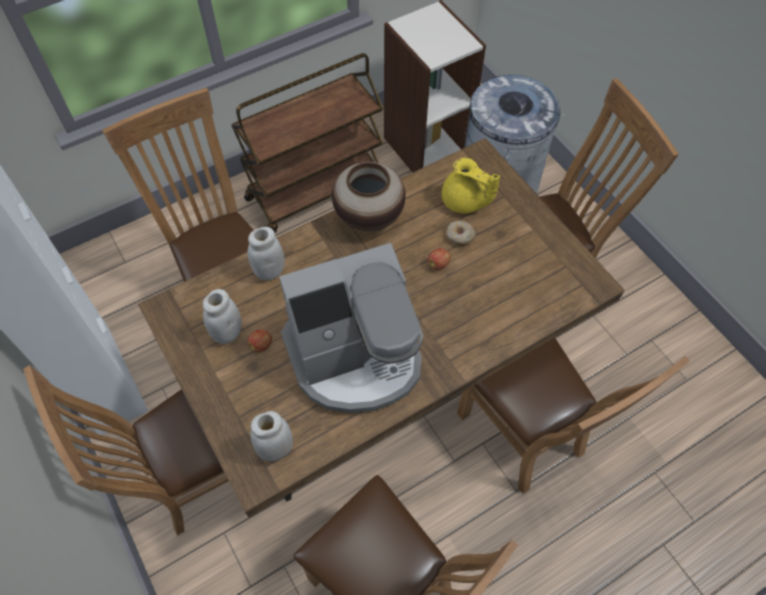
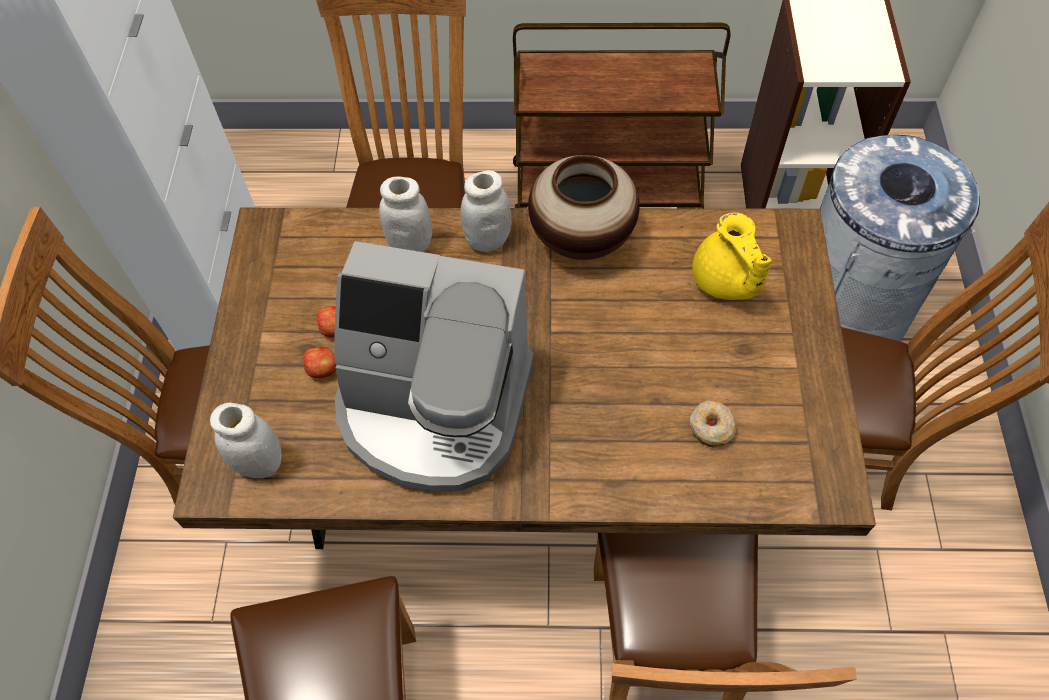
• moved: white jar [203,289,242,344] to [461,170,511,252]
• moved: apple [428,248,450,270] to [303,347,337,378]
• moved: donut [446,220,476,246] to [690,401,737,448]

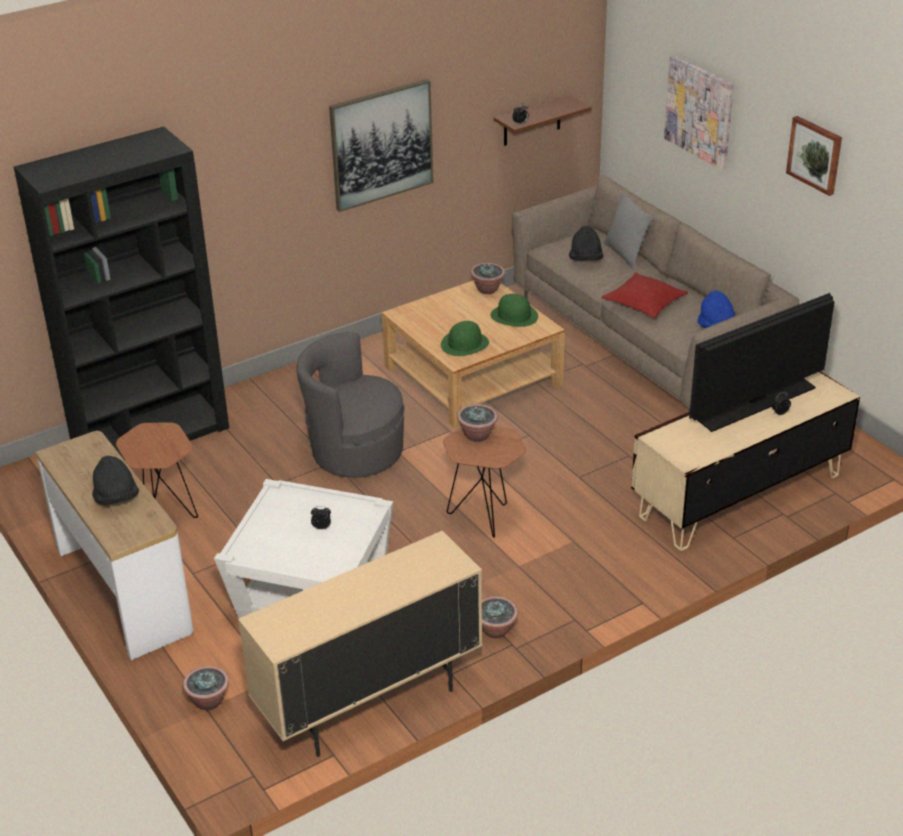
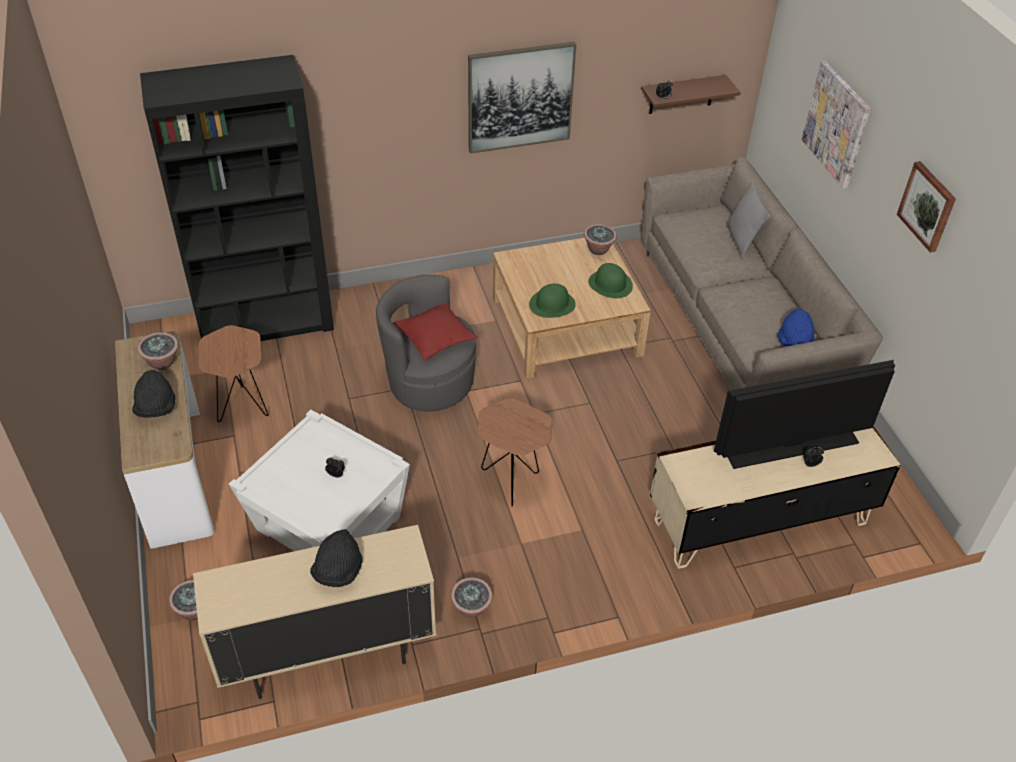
• moved: potted plant [457,404,498,442] to [137,332,178,370]
• moved: black hat [569,226,604,260] to [310,529,363,587]
• moved: red pillow [602,272,688,318] to [393,304,477,361]

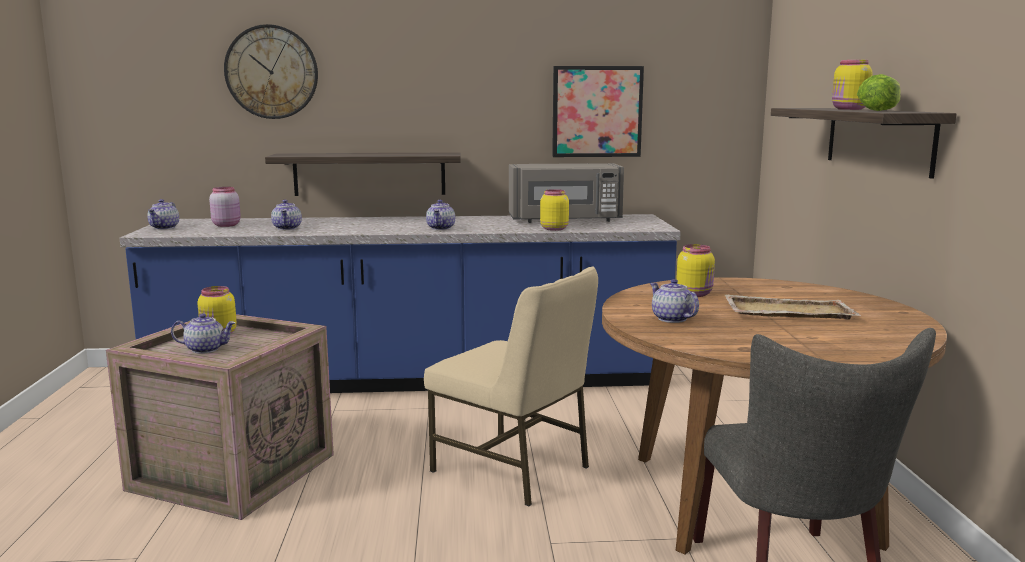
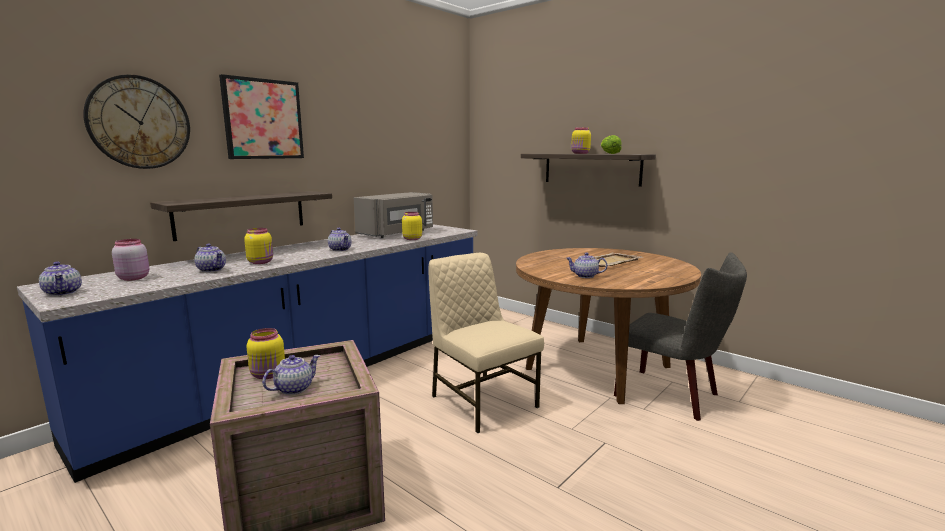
• moved: picture [552,66,644,157] to [219,74,304,159]
• moved: yellow jar [676,244,715,297] to [244,228,273,264]
• turned: beige chair [424,267,598,506] = [428,253,544,434] 120 degrees counterclockwise

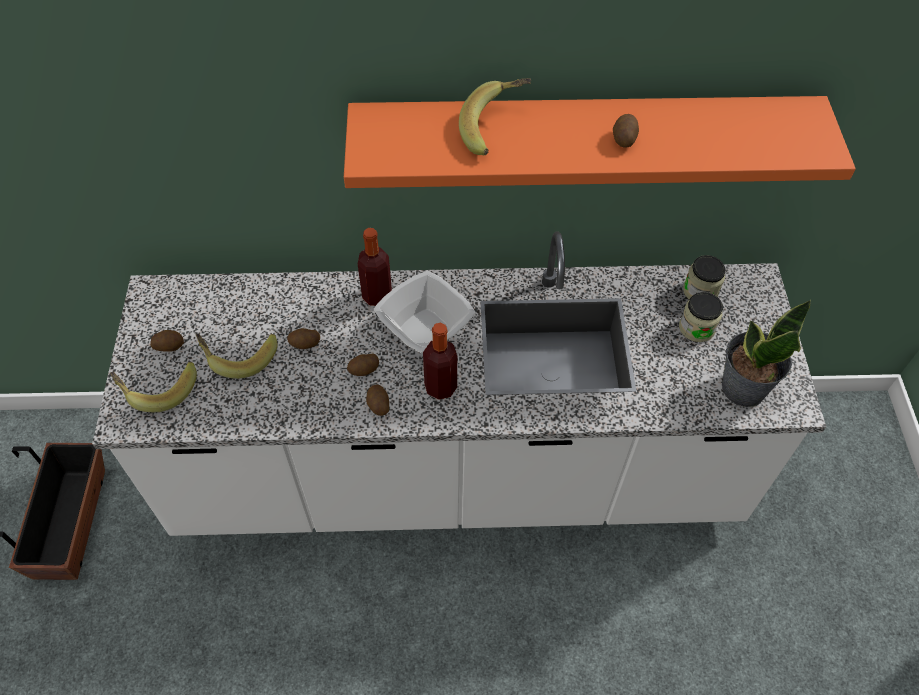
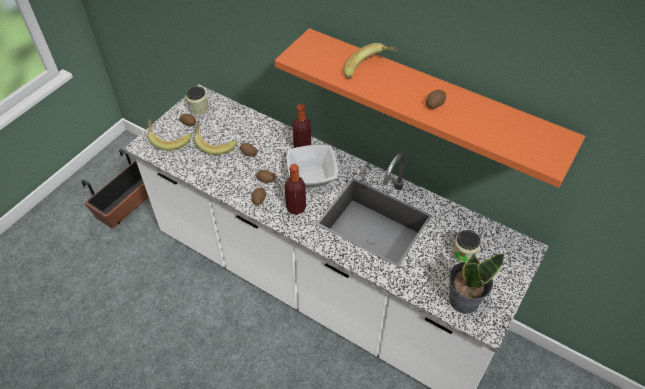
• moved: jar [683,255,726,300] to [186,86,209,115]

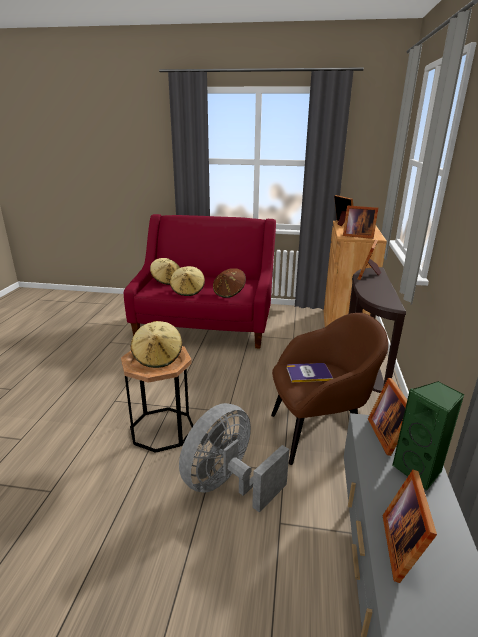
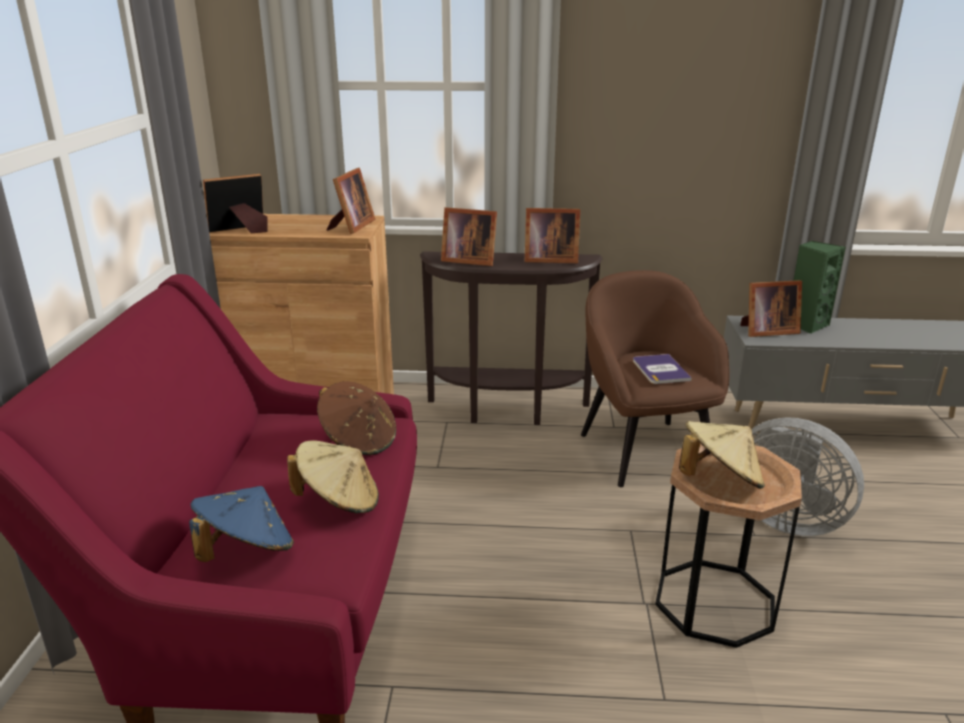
• moved: picture frame [383,470,437,583] to [525,208,580,263]
• recoloured: beige hat [150,258,180,285] to blue hat [189,486,294,562]

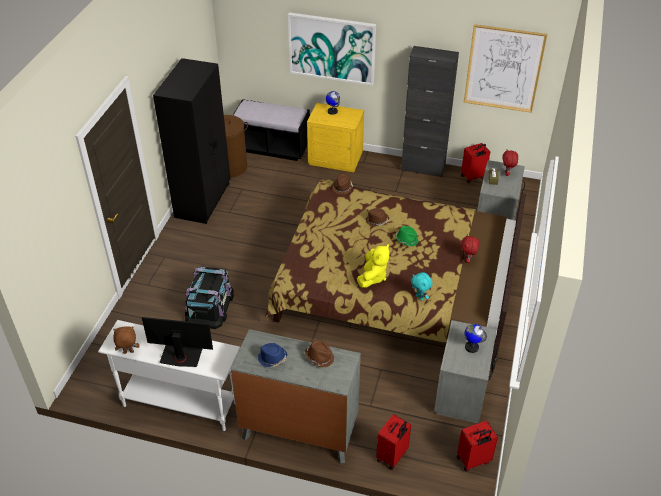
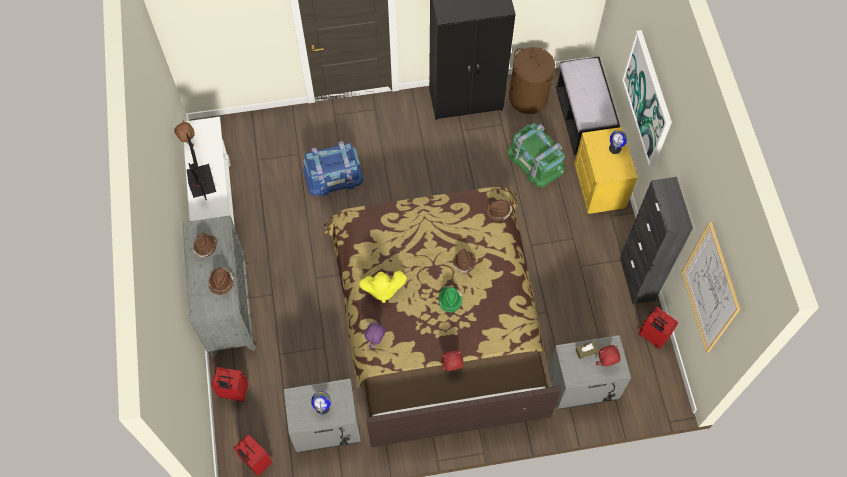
• added: green storage box [508,122,565,187]
• recoloured: black storage box [185,266,234,329] to blue storage box [303,141,364,196]
• recoloured: blue hat [258,343,287,367] to brown hat [193,233,217,257]
• recoloured: turquoise plush toy [411,272,432,300] to purple plush toy [364,321,386,349]

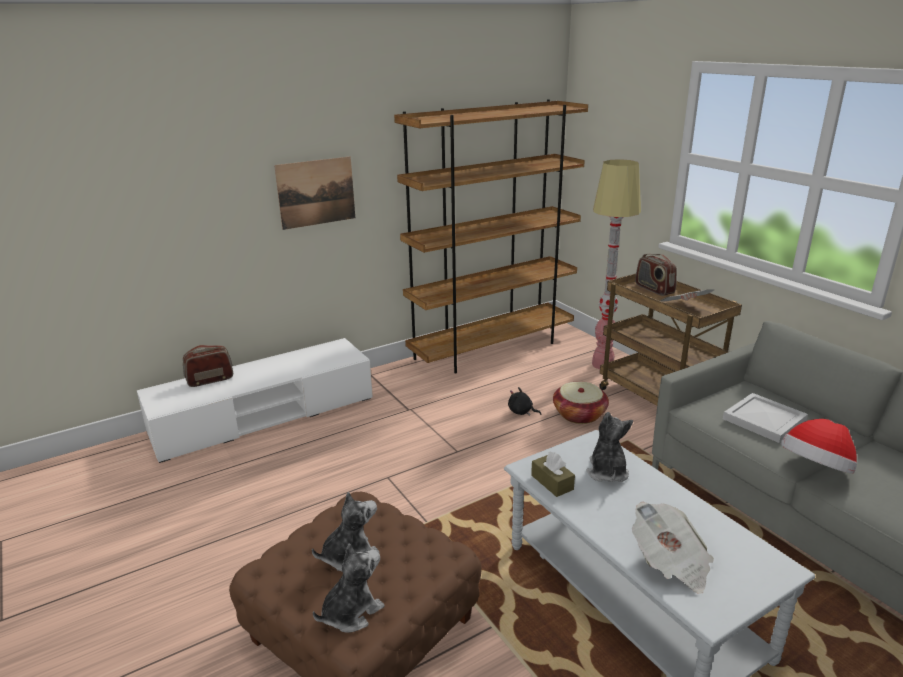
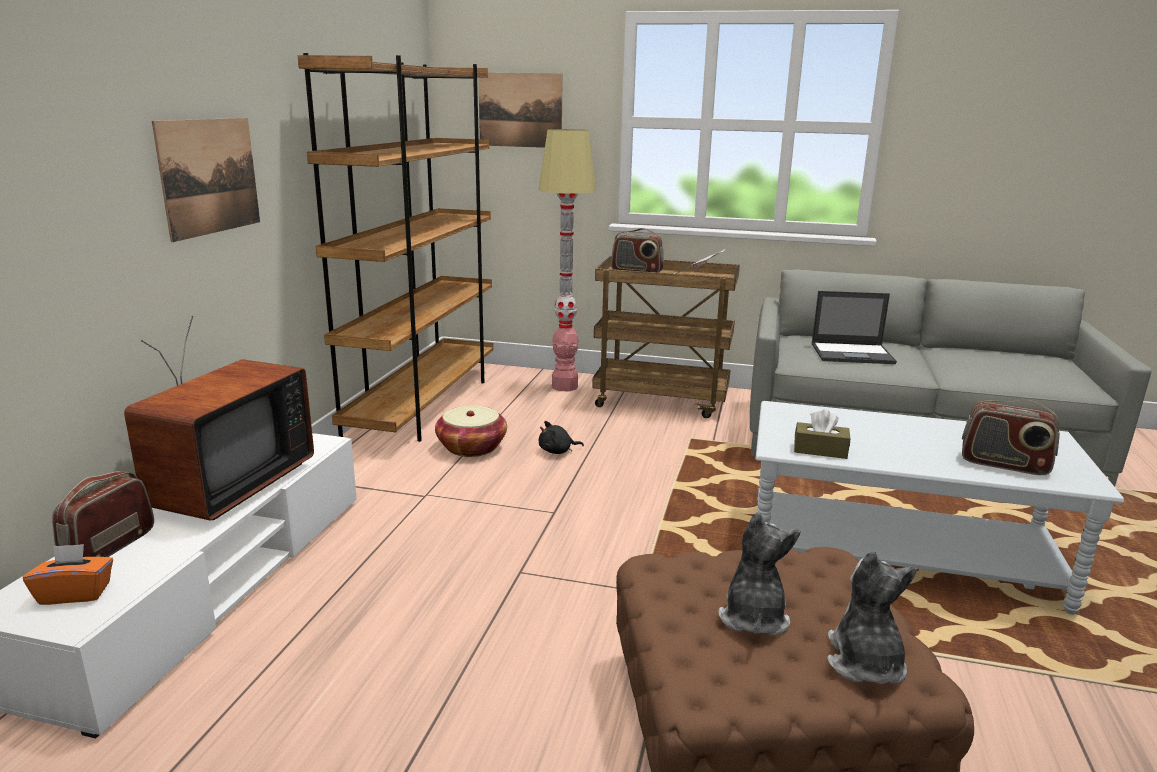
• removed: plush toy [587,412,633,482]
• removed: hat [780,419,857,474]
• added: orange tissue box [23,544,113,605]
• added: television [124,316,314,521]
• added: picture [478,73,563,148]
• moved: basket [553,381,609,424] to [435,405,507,457]
• replaced: newspaper [632,502,714,594] to radio [962,399,1060,475]
• replaced: white tray [723,393,808,443] to laptop [812,291,897,364]

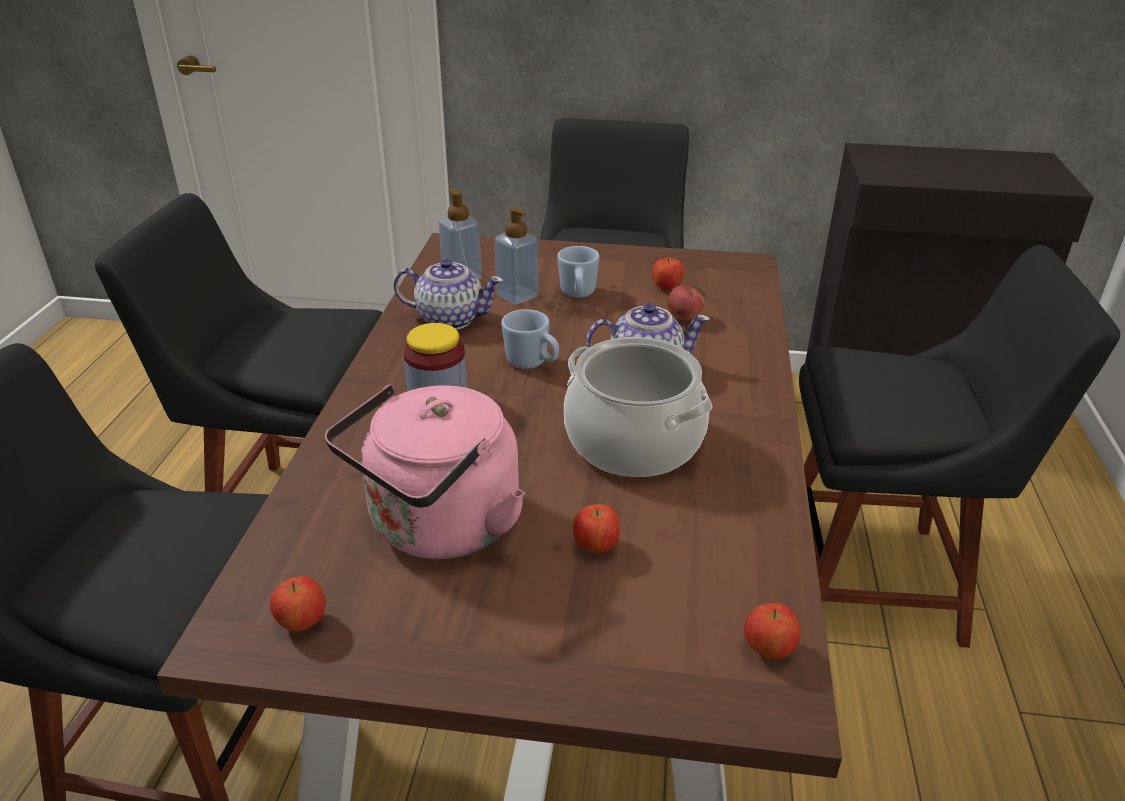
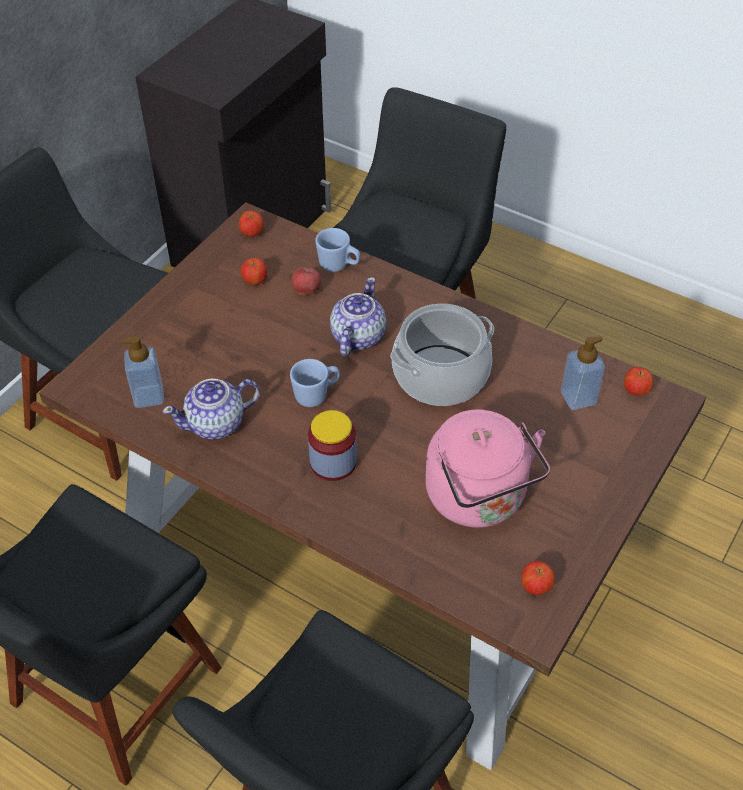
• moved: soap dispenser [494,207,539,305] to [561,336,605,410]
• moved: blue mug [557,246,600,298] to [315,228,361,272]
• moved: apple [573,504,620,553] to [239,211,264,237]
• turned: teapot [393,259,503,330] = [163,379,260,440] 150 degrees counterclockwise

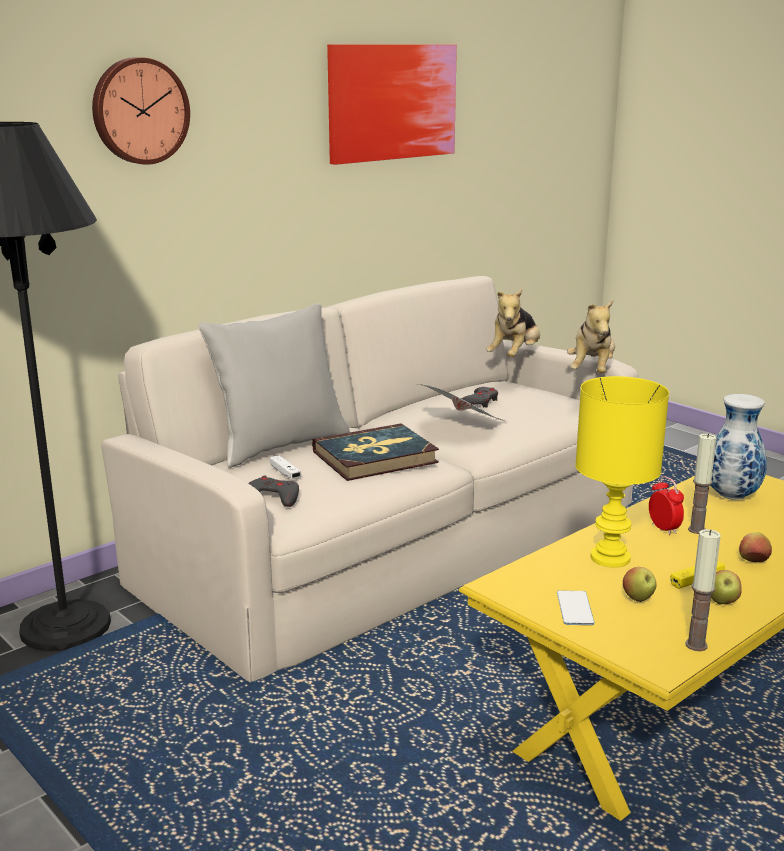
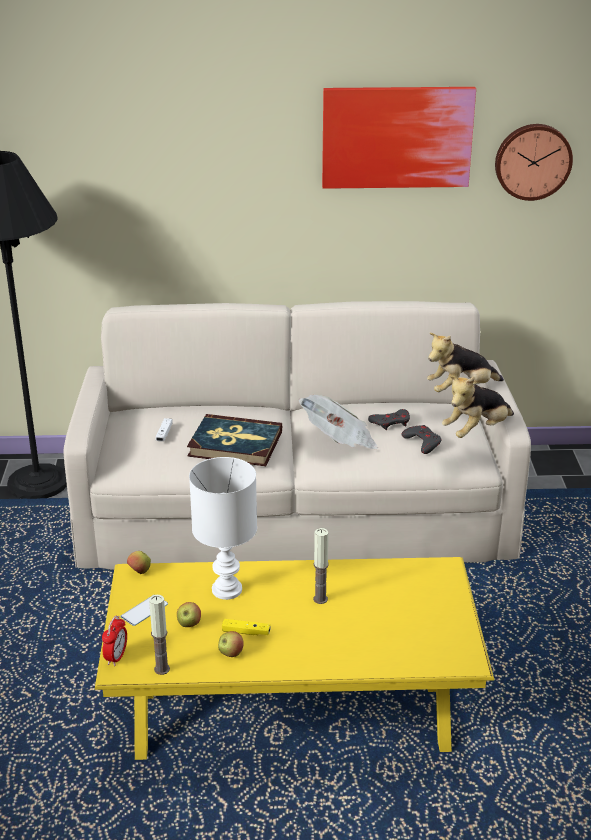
• removed: grey pillow [198,303,350,468]
• removed: vase [710,394,767,500]
• moved: wall clock [92,57,190,165] to [495,124,573,201]
• moved: grey game controller [249,476,299,507] to [402,425,441,454]
• moved: alarm clock [649,476,684,535] to [102,616,127,666]
• moved: apple [739,532,772,562] to [127,551,151,574]
• recoloured: yellow table lamp [575,376,669,567] to white table lamp [189,457,257,600]

